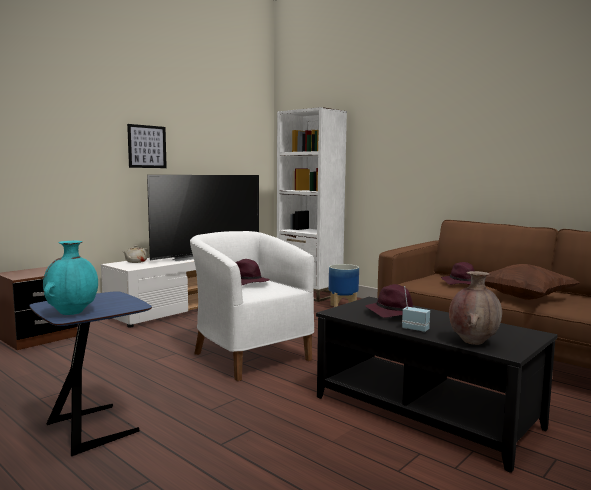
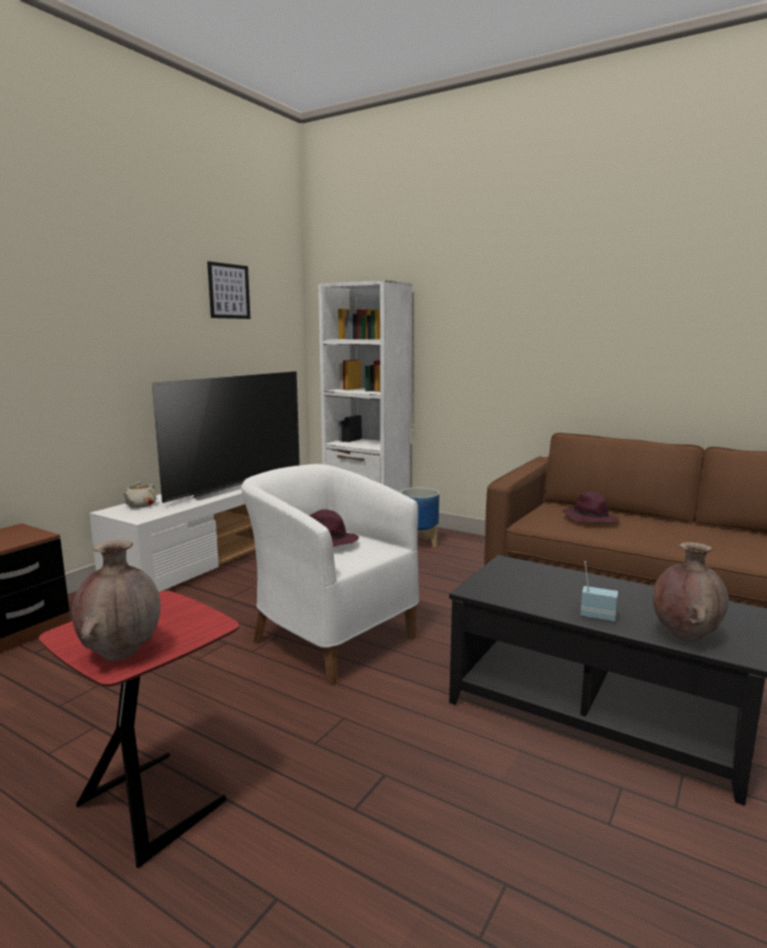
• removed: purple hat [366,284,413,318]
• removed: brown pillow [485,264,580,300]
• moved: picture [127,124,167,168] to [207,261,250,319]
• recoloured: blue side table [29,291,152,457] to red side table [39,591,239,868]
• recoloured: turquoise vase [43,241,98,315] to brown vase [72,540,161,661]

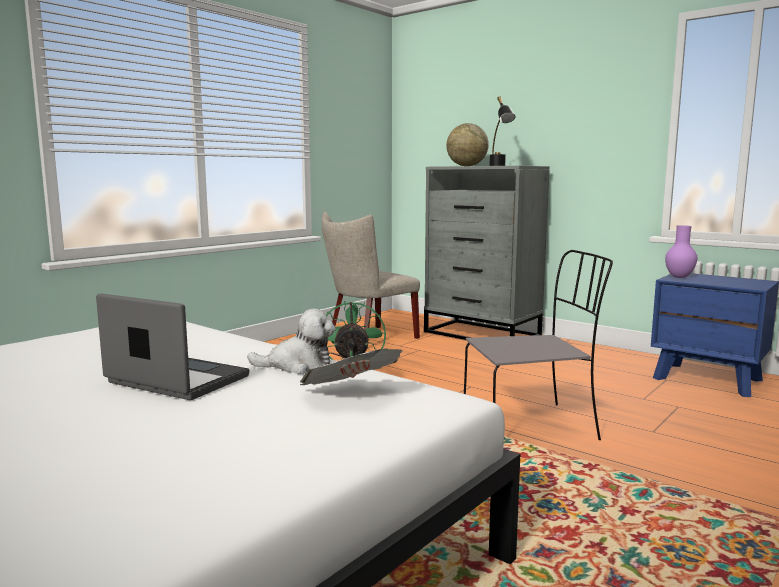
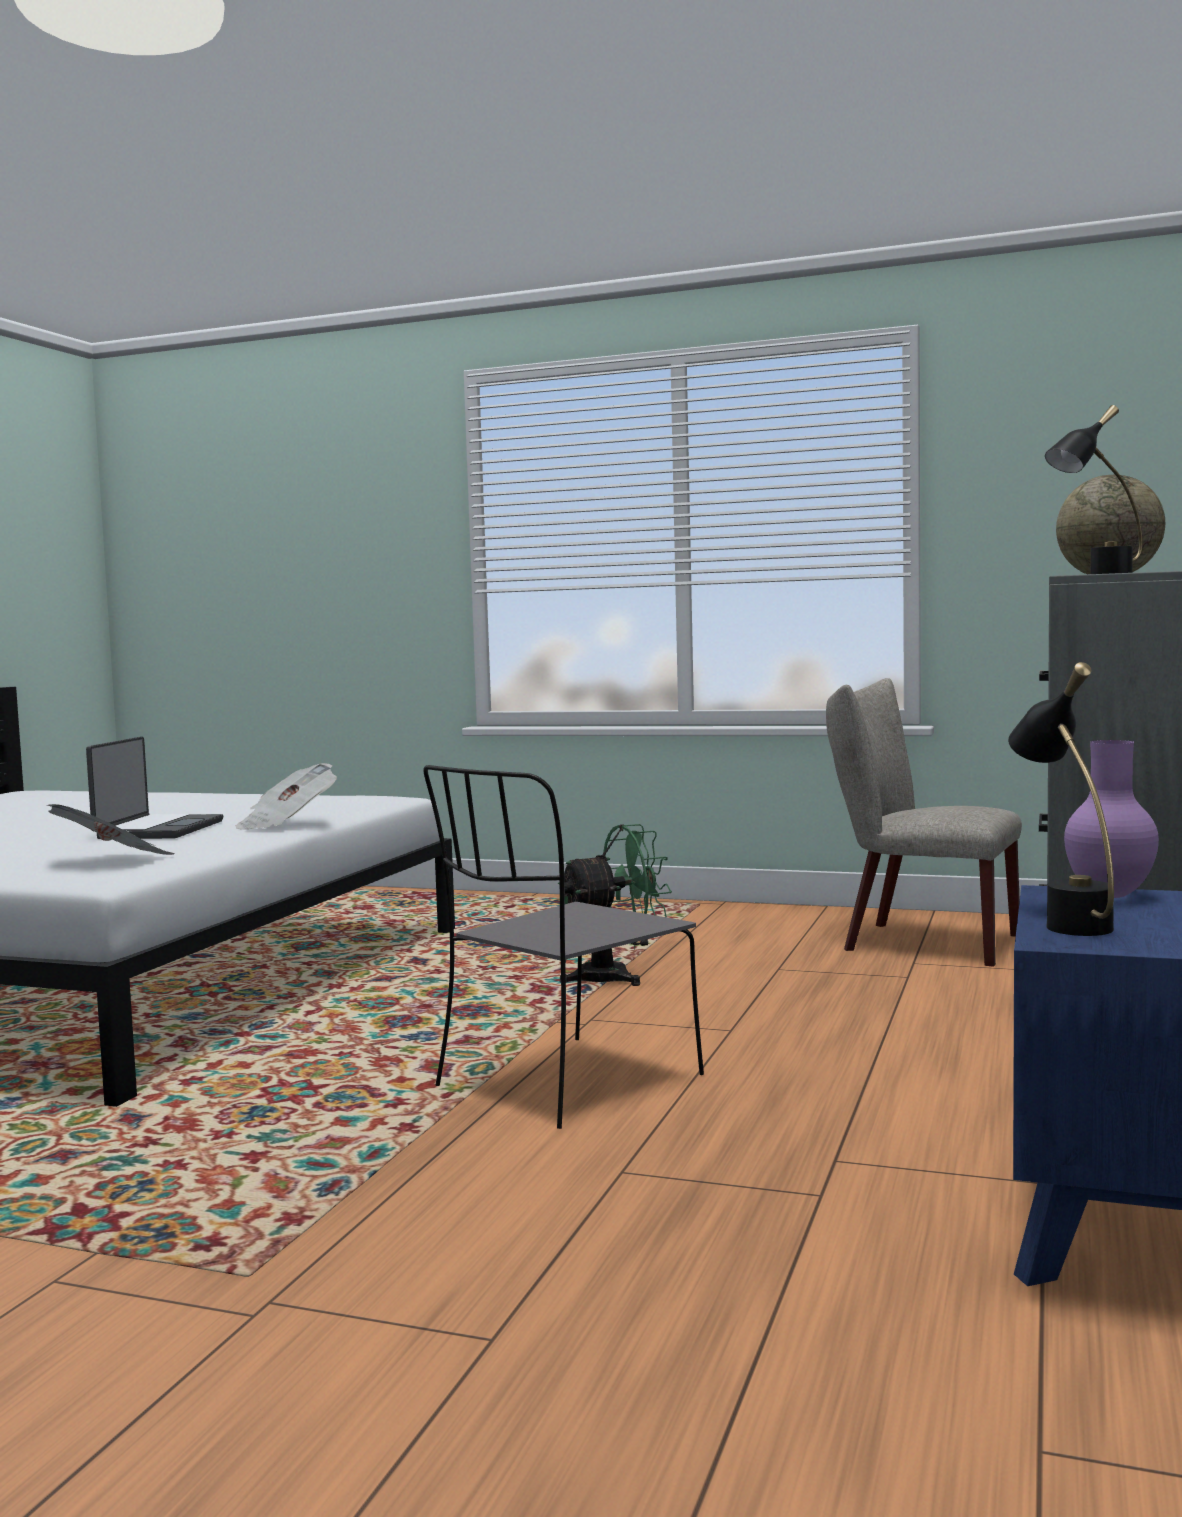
• removed: plush toy [247,308,336,374]
• added: newspaper [236,763,337,830]
• added: black table lamp [1008,662,1114,936]
• turned: grey chair [464,250,613,440] = [423,765,704,1129] 75 degrees clockwise

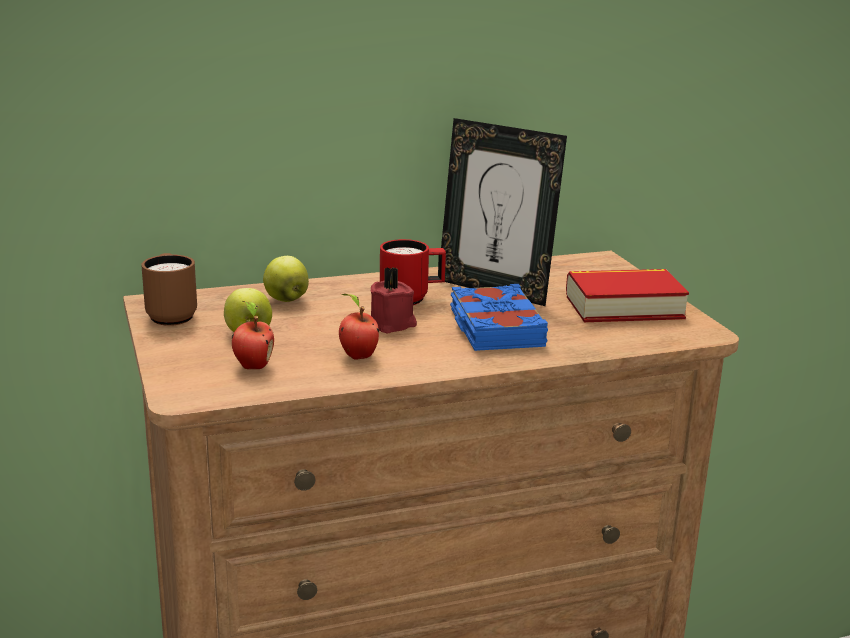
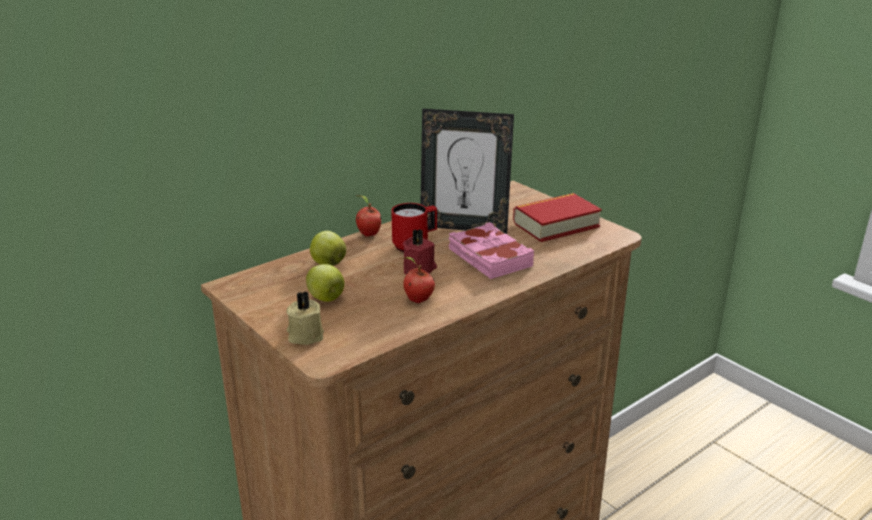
• removed: brown mug [141,253,197,326]
• added: beige candle [286,291,324,345]
• moved: apple [232,301,274,369] to [356,196,381,237]
• recoloured: blue book [450,284,548,351] to pink book [449,222,534,279]

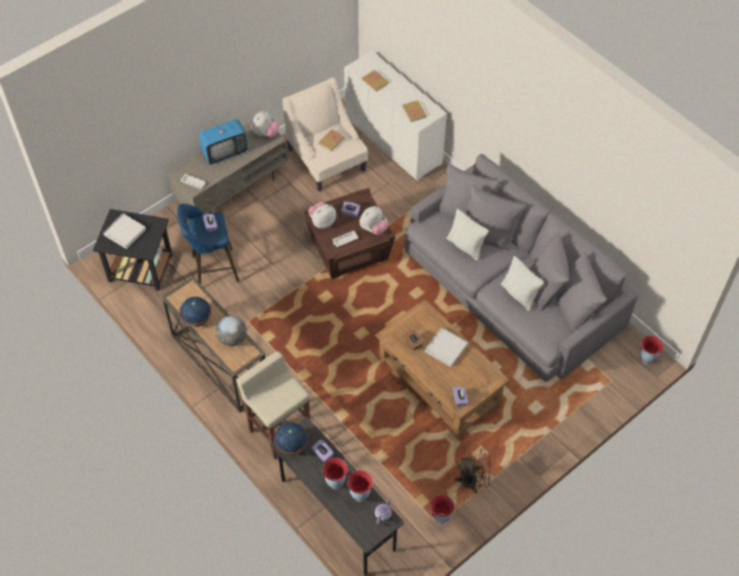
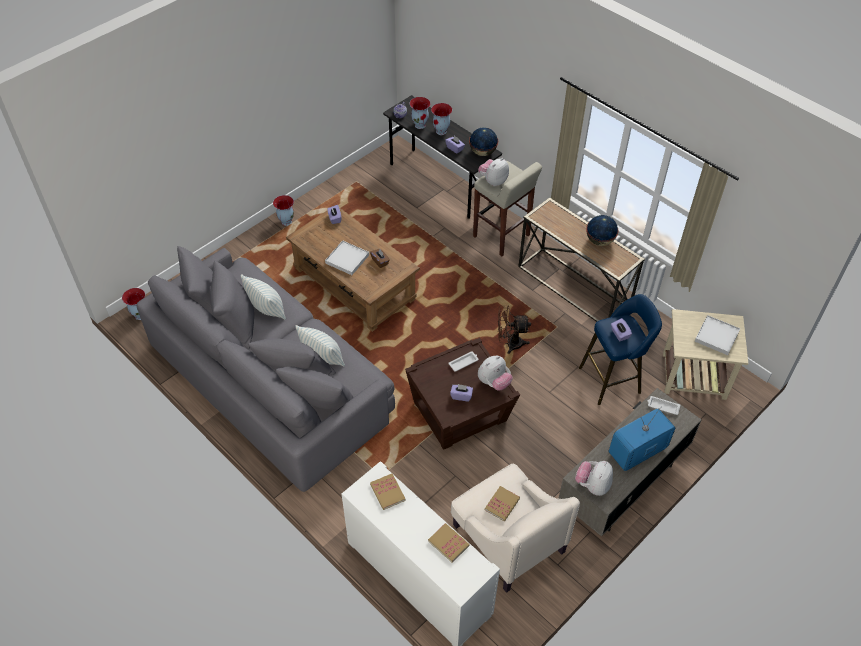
• removed: globe [216,316,247,346]
• moved: plush toy [359,206,389,235] to [478,158,509,186]
• moved: vase [430,495,454,524] to [273,195,294,226]
• moved: brown fan [454,449,491,493] to [498,305,531,354]
• recoloured: black side table [93,209,173,291] to beige side table [663,309,748,400]

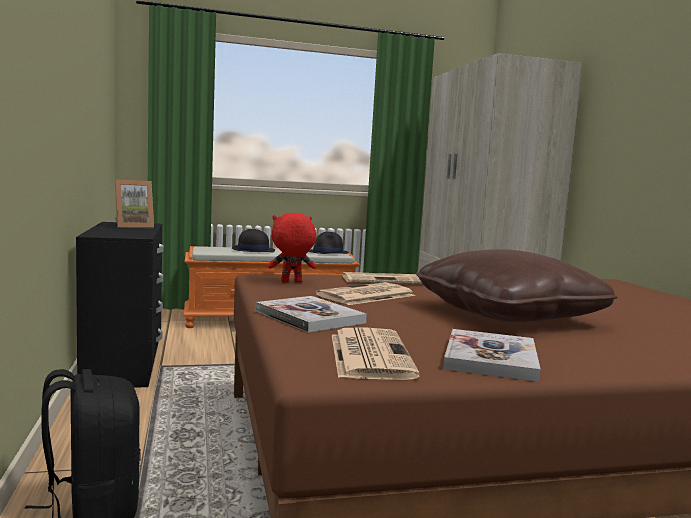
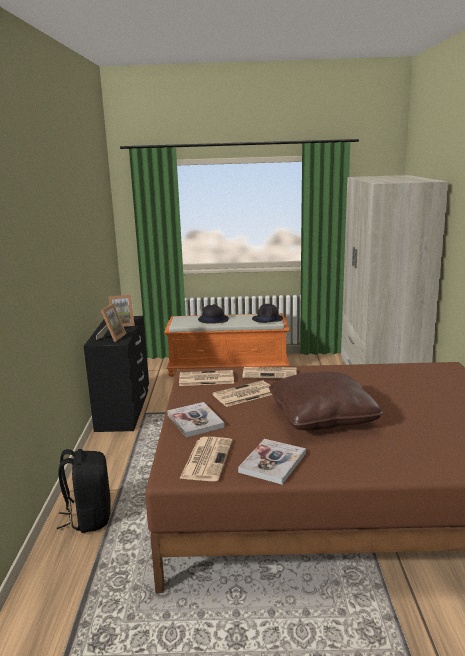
• added: picture frame [96,303,127,342]
• replaced: red plush toy [268,213,316,283] to newspaper [179,370,234,386]

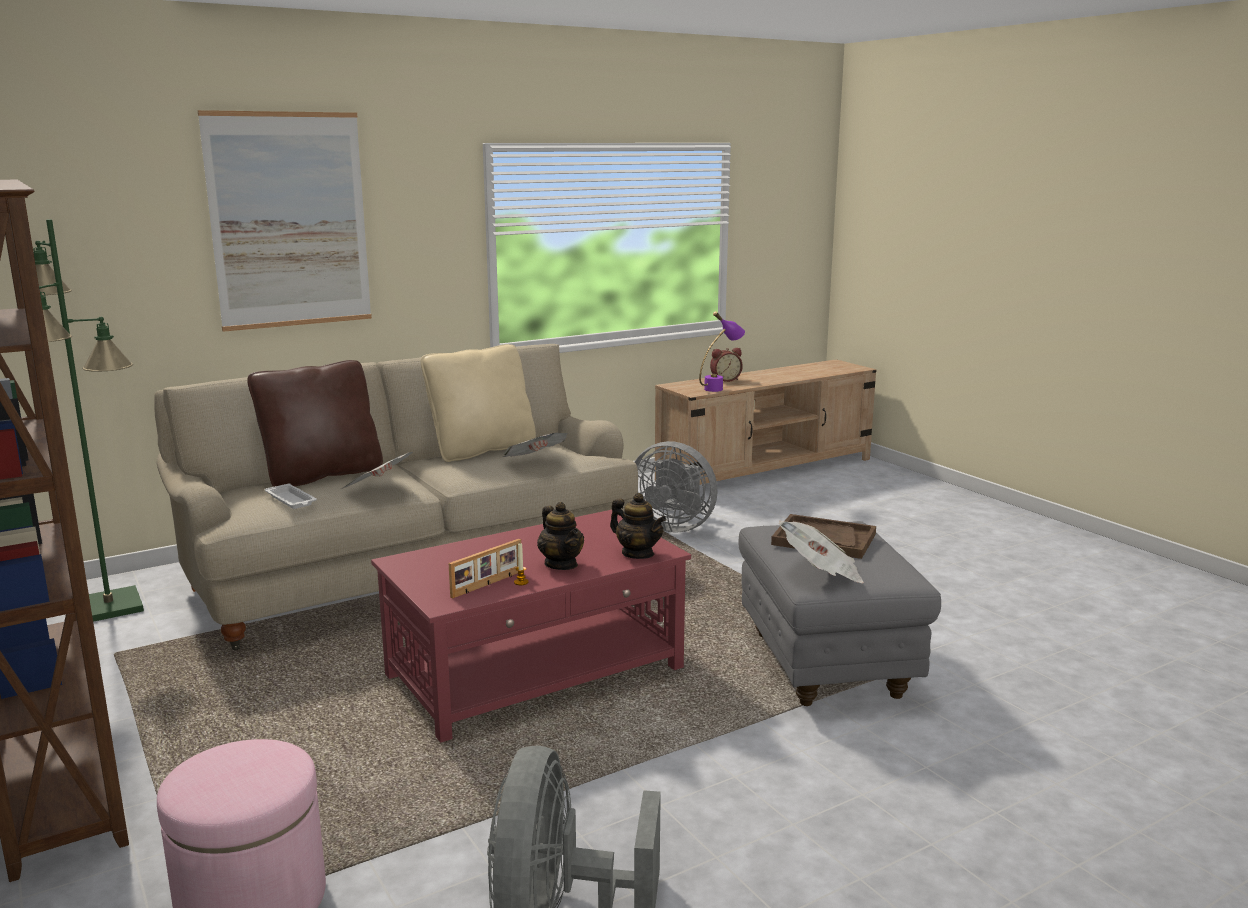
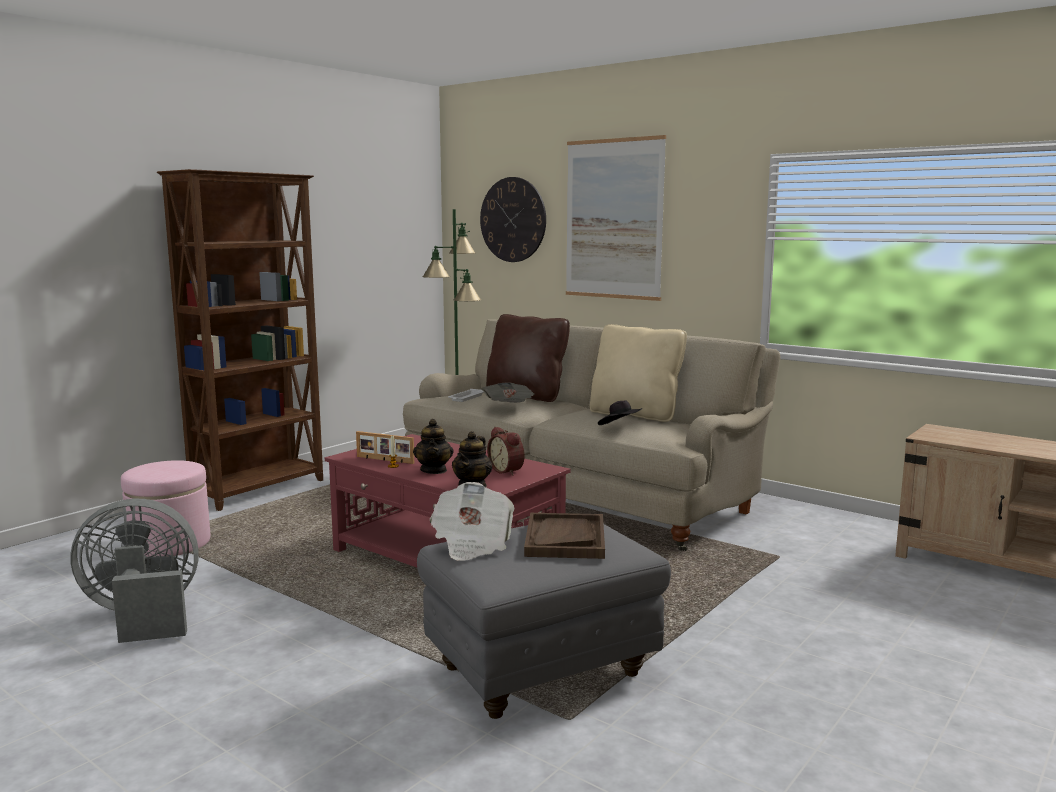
• removed: grey fan [632,441,718,533]
• removed: purple table lamp [699,311,745,392]
• added: wall clock [480,177,546,262]
• moved: alarm clock [710,348,743,382] to [487,427,524,476]
• replaced: newspaper [503,432,567,457] to black hat [598,401,642,425]
• turned: teapot [537,502,584,570] = [413,419,453,474] 45 degrees counterclockwise

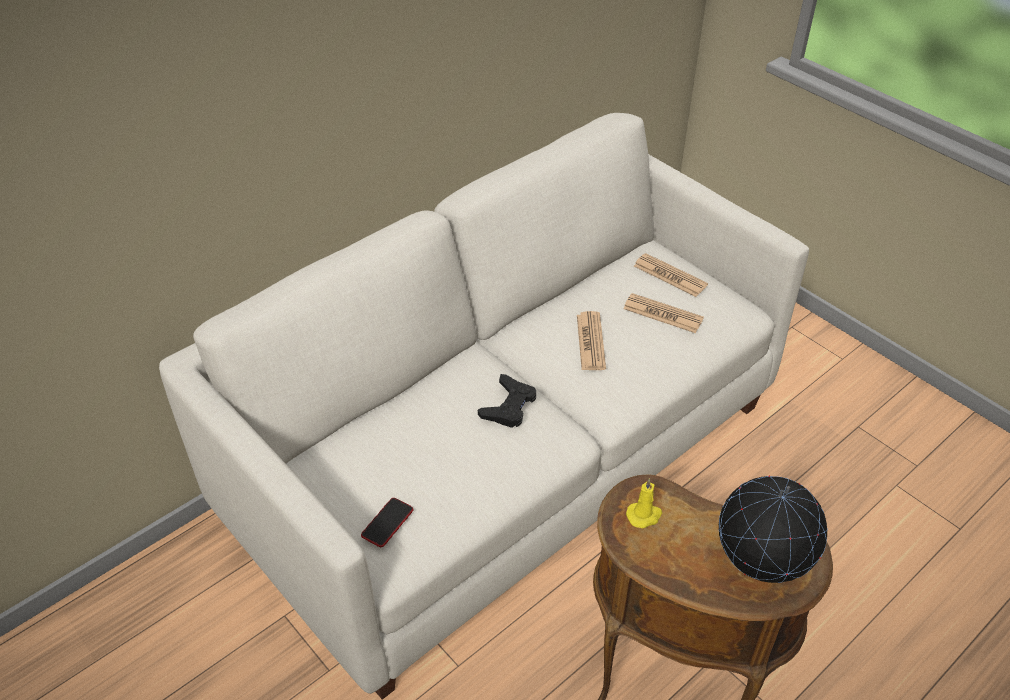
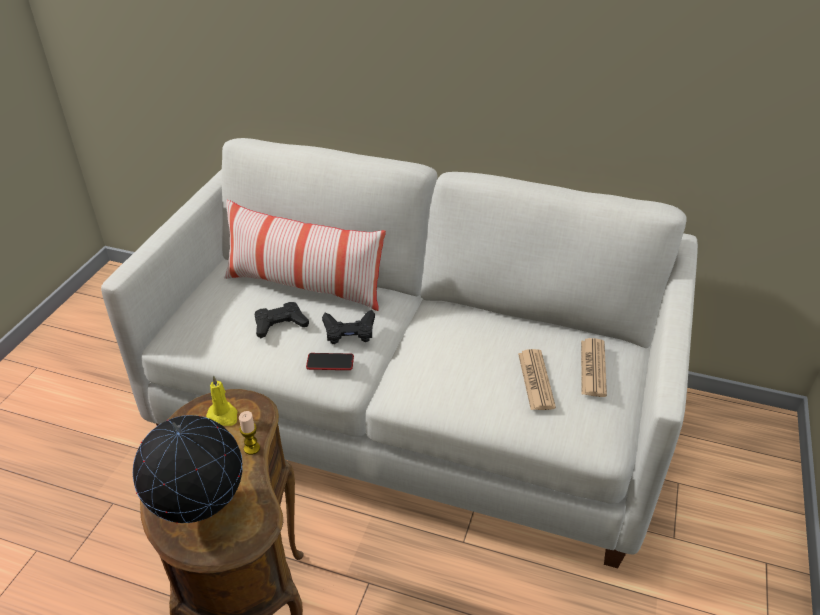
• removed: newspaper [577,311,606,370]
• added: pillow [225,200,386,311]
• added: candle [239,411,260,455]
• added: black game controller [255,302,309,338]
• moved: phone [361,498,414,547] to [306,353,354,370]

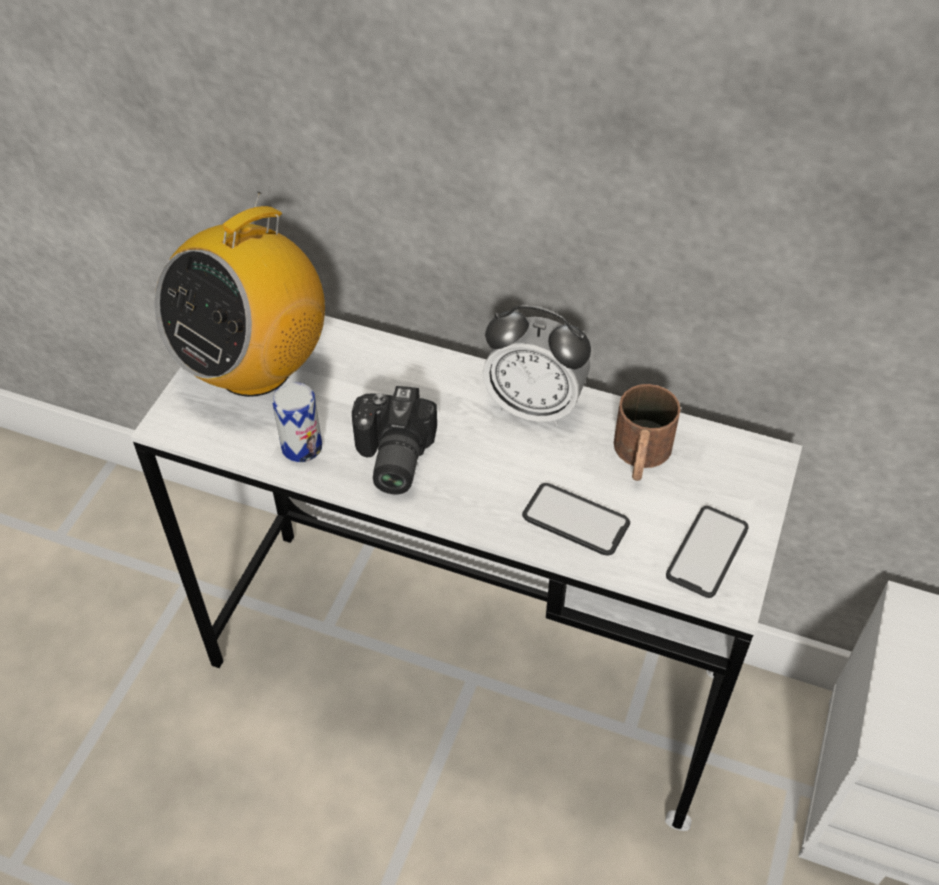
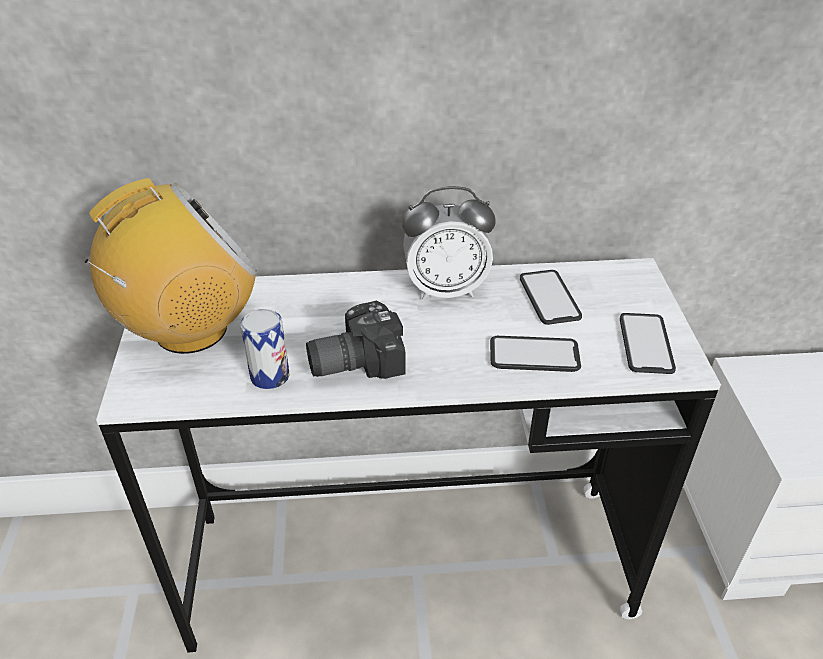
• replaced: brown mug [614,384,681,481] to phone [520,270,582,325]
• turned: radio [154,192,325,397] = [85,178,258,354] 135 degrees counterclockwise
• turned: photo camera [352,386,437,494] = [306,301,406,379] 90 degrees clockwise

